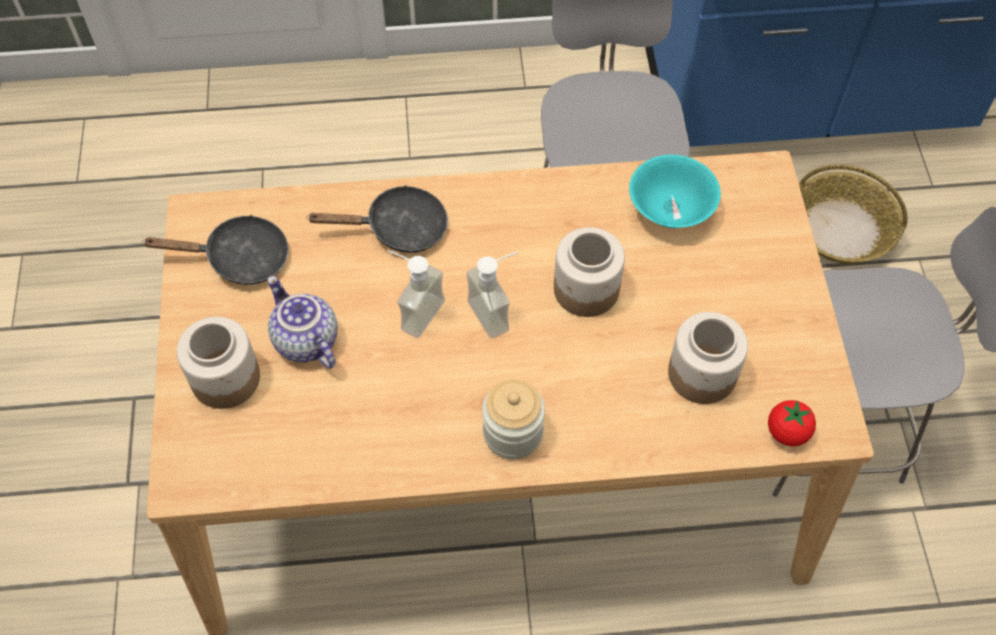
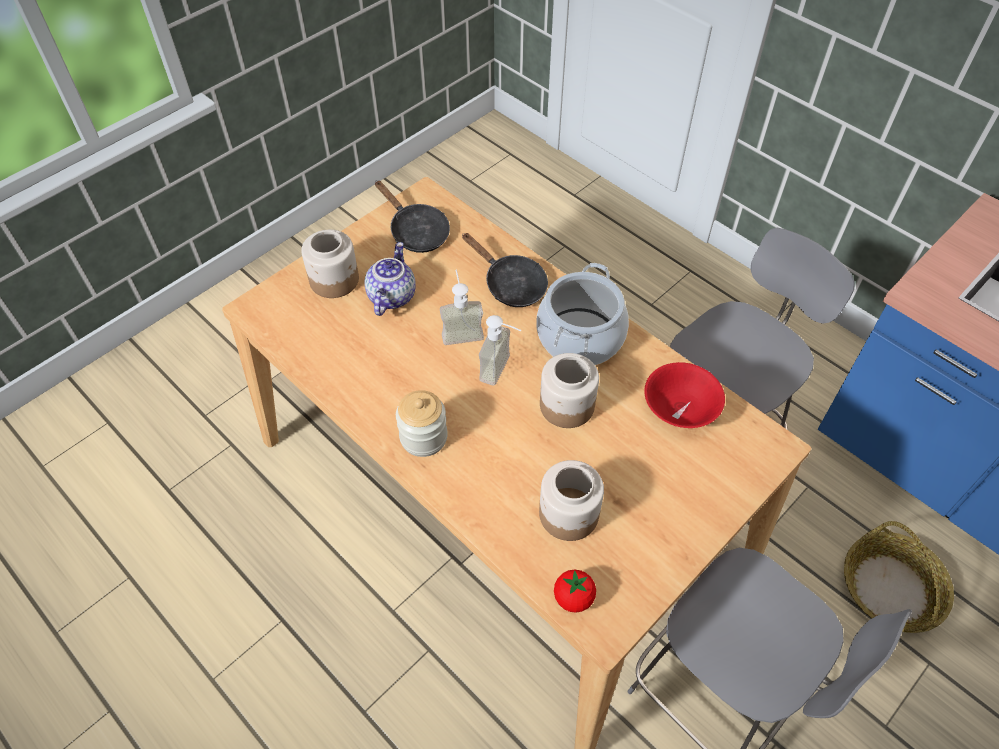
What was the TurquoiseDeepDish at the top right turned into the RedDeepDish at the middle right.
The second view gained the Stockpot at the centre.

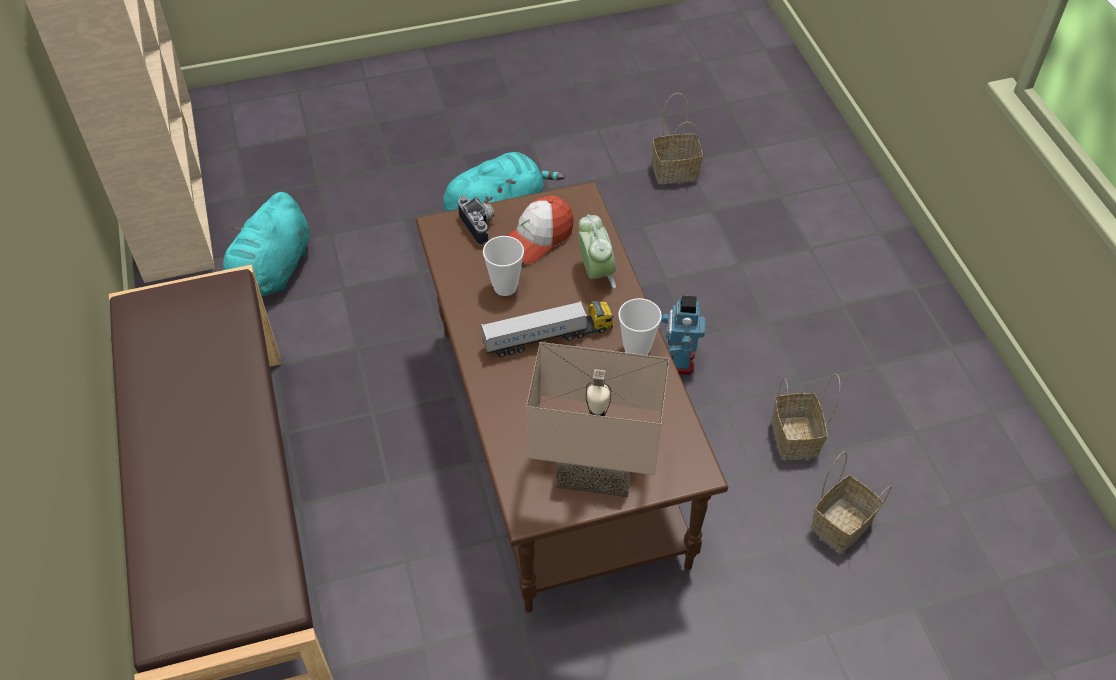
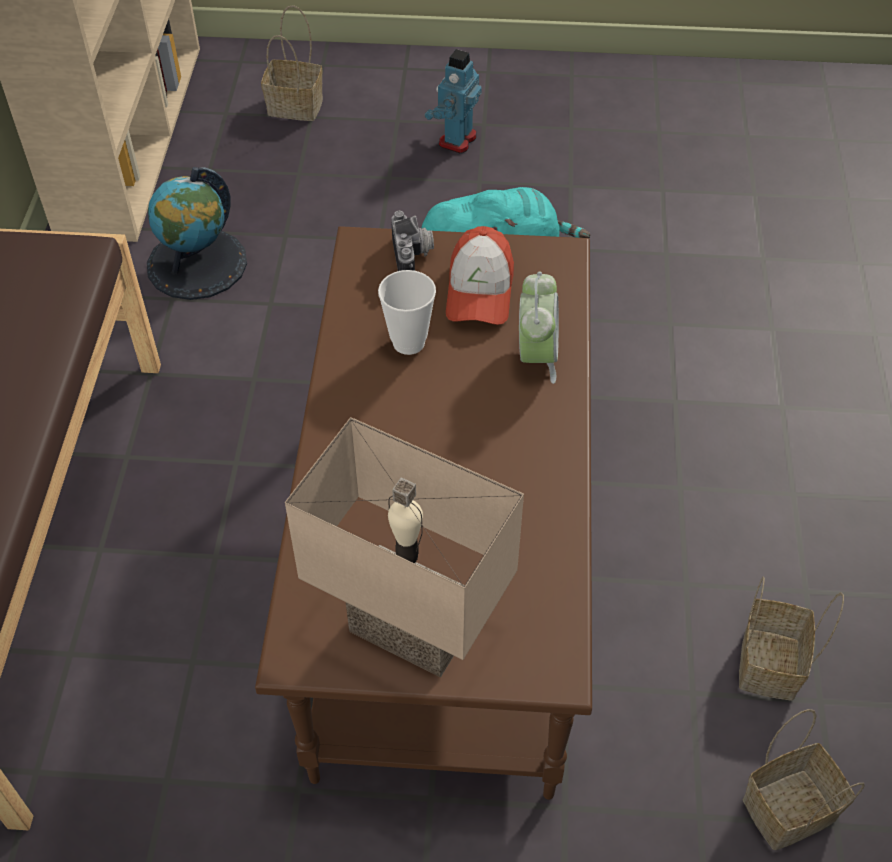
The Basket (no. 1 from left) ended up elsewhere, having gone from the top centre to the top left.
Where the TurquoiseSoftToy (no. 1 from left) stood at the middle left, the WorldGlobe came to stand at the top left.
The Cap at the centre ended up facing another way, 60 degrees counterclockwise from before.
The ToyRobot ended up elsewhere, having gone from the centre to the top centre.
The second view lost the DrinkingCup (no. 2 from left) at the centre.
The second view lost the ToyTruck at the centre.

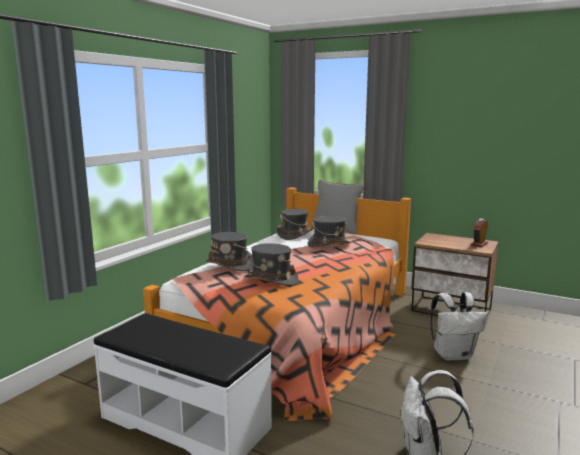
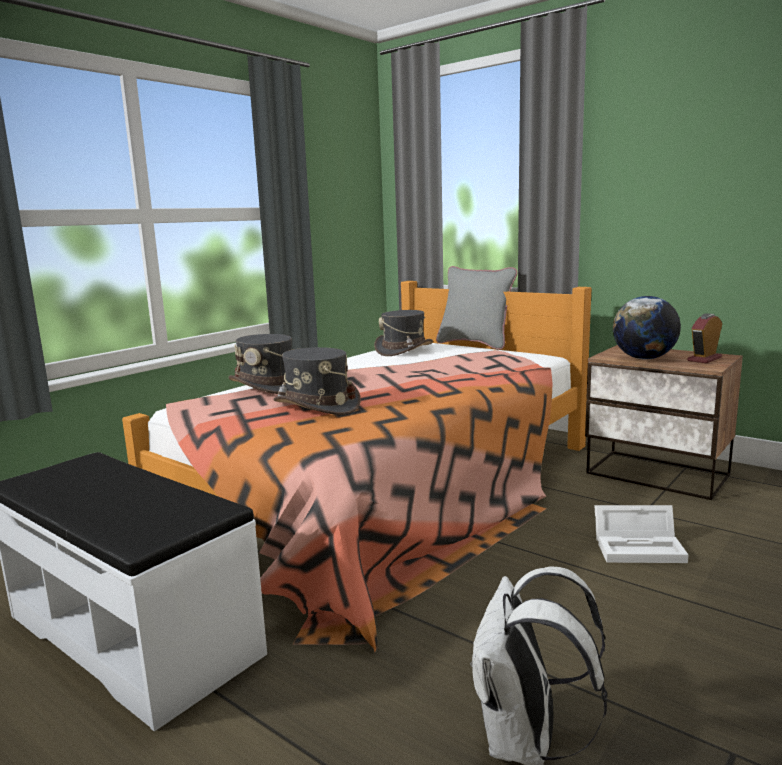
The second view lost the GrayWearableHat (no. 4 from left) at the centre.
Where the WhiteKnapsack (no. 2 from left) stood at the bottom right, the WhiteStorageBox came to stand at the bottom right.
The second view gained the WorldGlobe at the middle right.

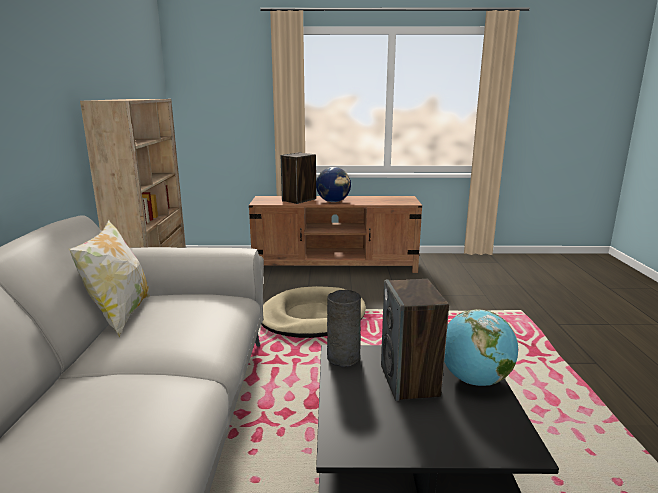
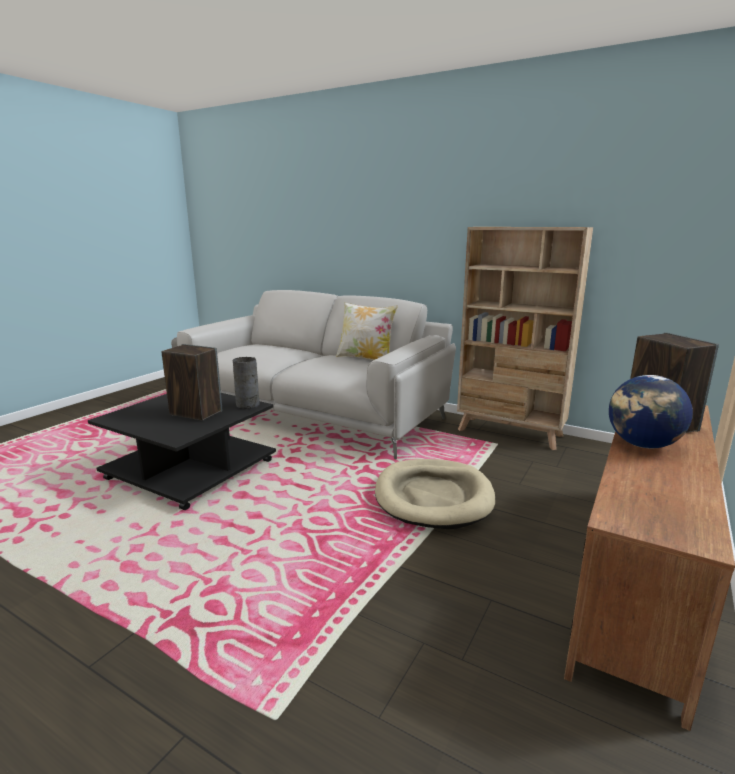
The second view lost the WorldGlobe (no. 2 from left) at the bottom right.

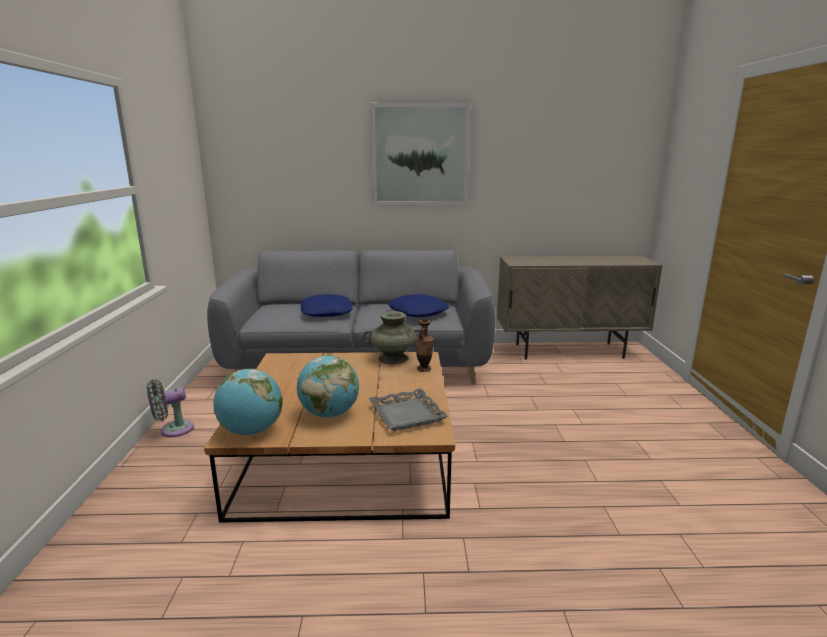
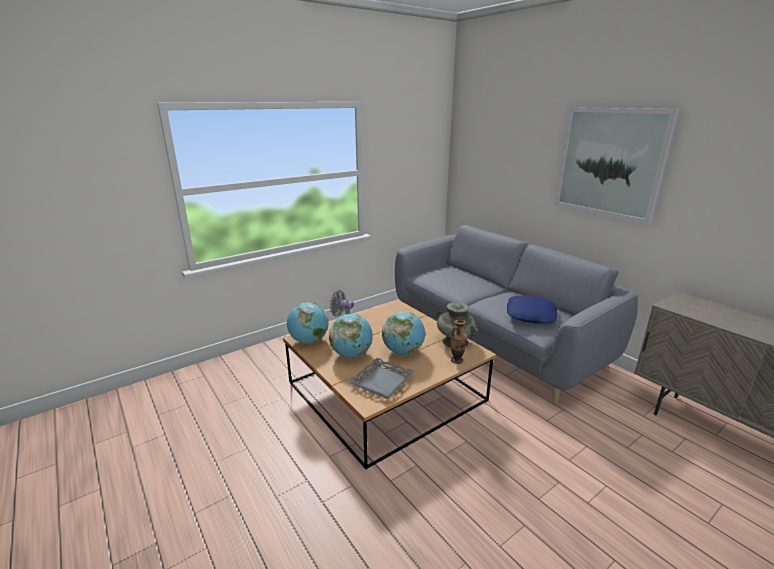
The second view lost the BlueThrowPillow (no. 1 from left) at the centre.
The second view gained the WorldGlobe (no. 3 from left) at the centre.

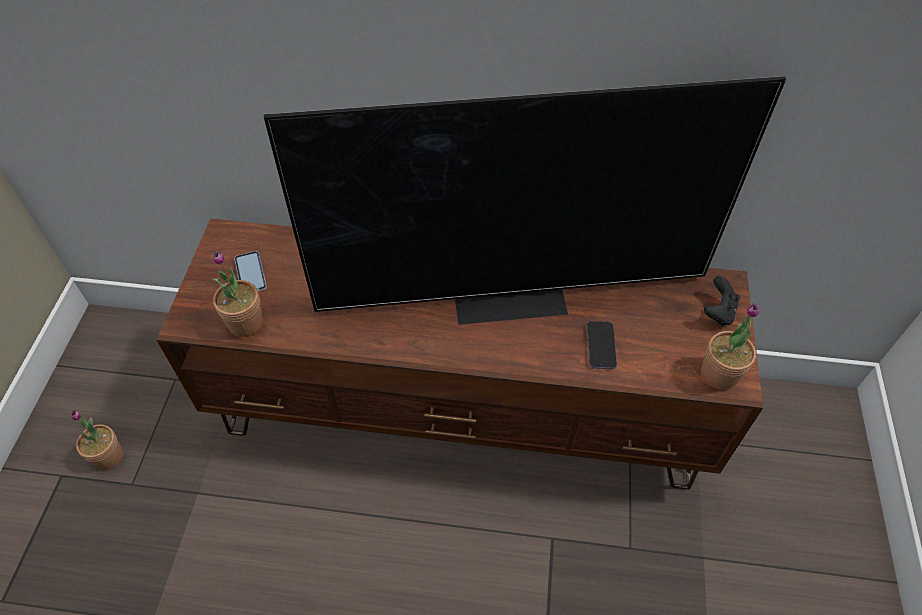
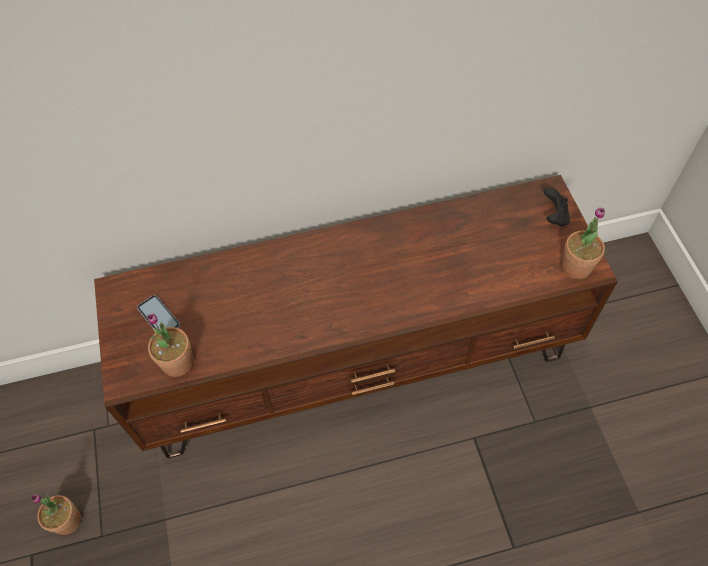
The second view lost the Television at the top centre.
The second view lost the Phone (no. 2 from left) at the centre.

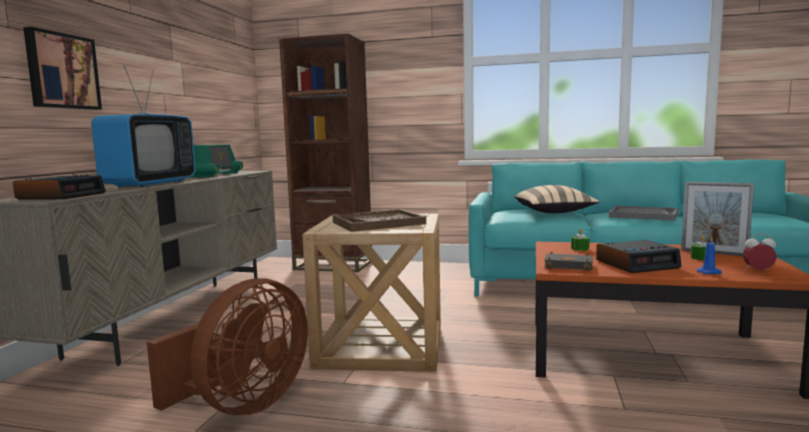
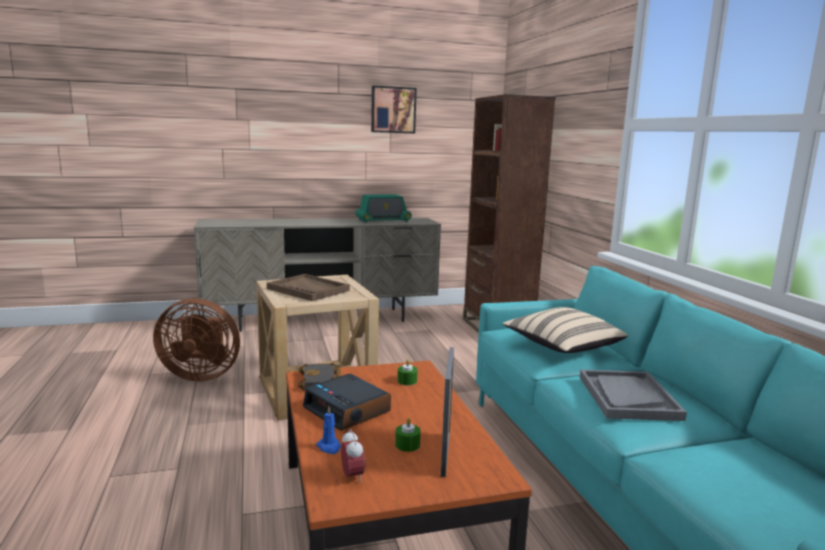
The Picture ended up elsewhere, having gone from the top left to the top centre.
The second view lost the Television at the top left.
The second view lost the AlarmClock (no. 1 from left) at the middle left.

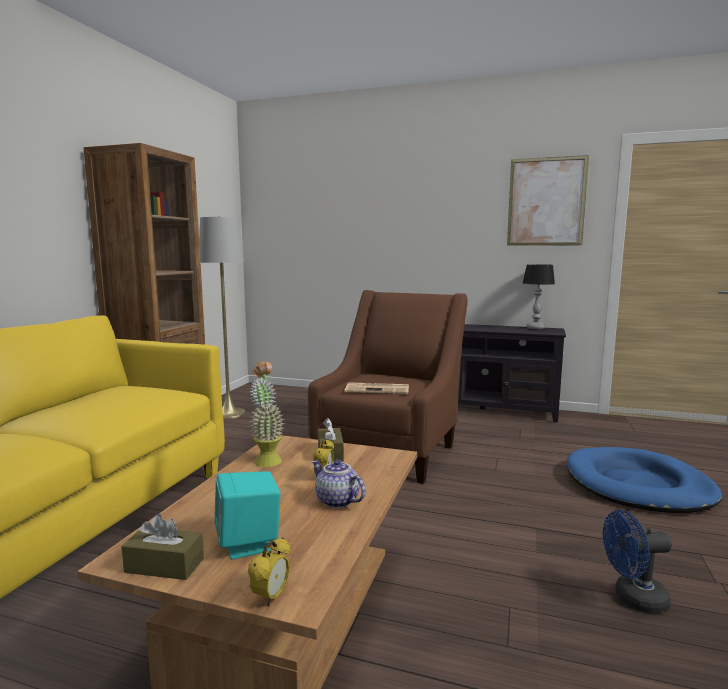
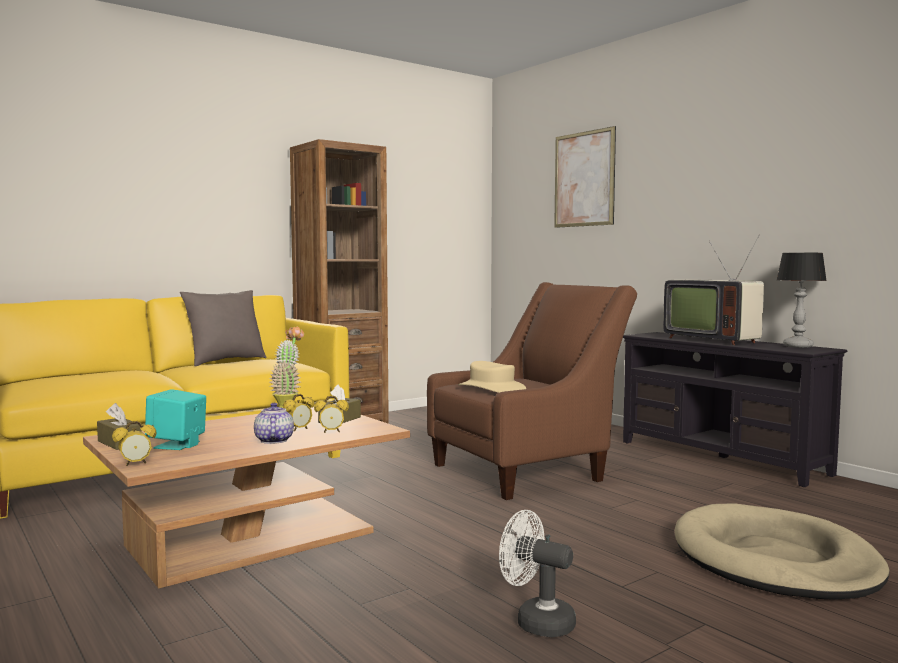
The Picture ended up elsewhere, having gone from the top right to the top centre.
The second view lost the GrayStandardLamp at the middle left.
Where the PrintedPaper stood at the centre, the BeigeWearableHat came to stand at the centre.
What was the BlueDogCushion at the bottom right turned into the BeigeDogCushion at the bottom right.
What was the BlueFan at the bottom right turned into the WhiteFan at the bottom centre.
The second view gained the Television at the middle right.
The second view gained the GrayThrowPillow at the middle left.
The second view gained the AlarmClock (no. 3 from left) at the centre.

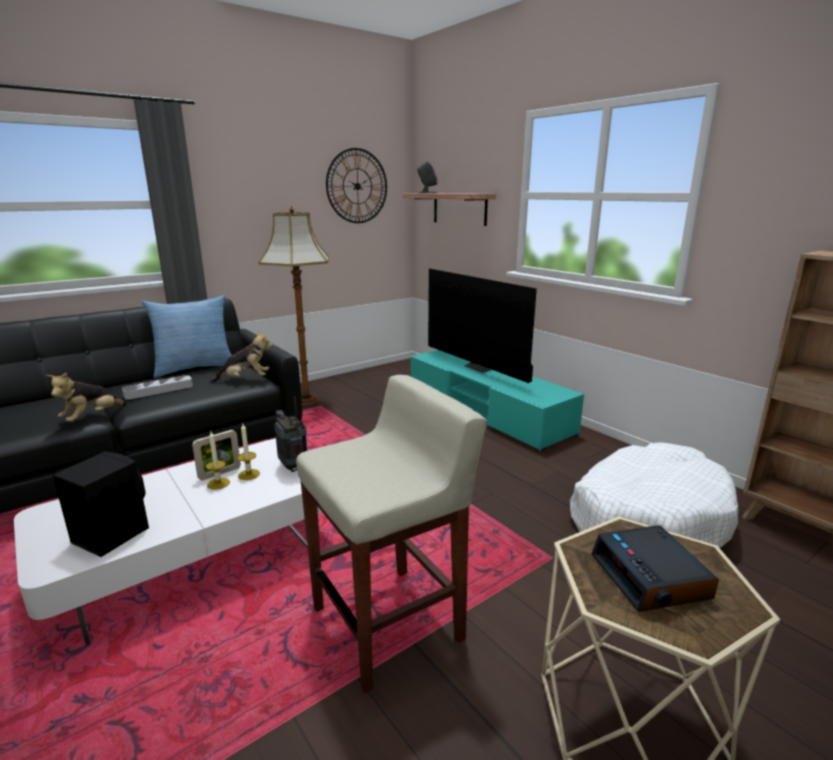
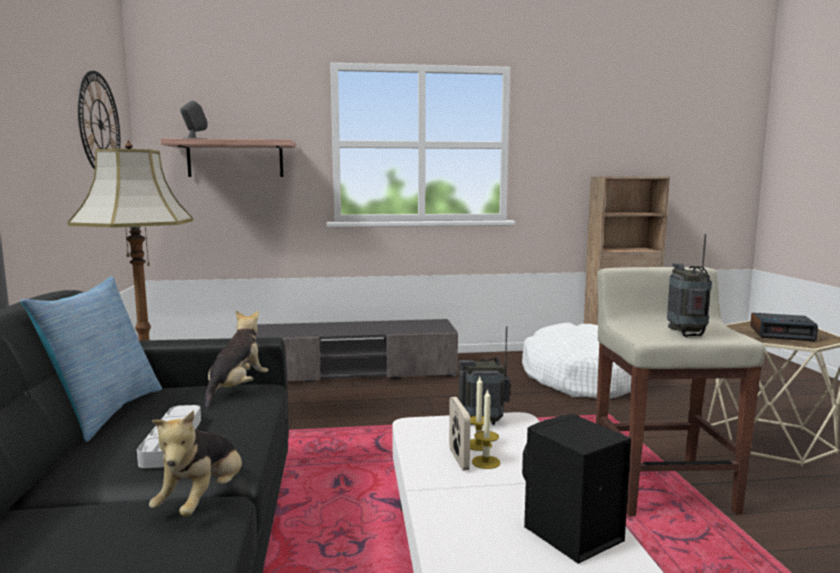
The second view lost the Television at the centre.
What was the TurquoiseMediaConsole at the centre turned into the GrayMediaConsole at the centre.
The SoftToy (no. 1 from left) at the middle left ended up facing another way, 45 degrees clockwise from before.
The second view gained the RadioReceiver (no. 2 from left) at the middle right.

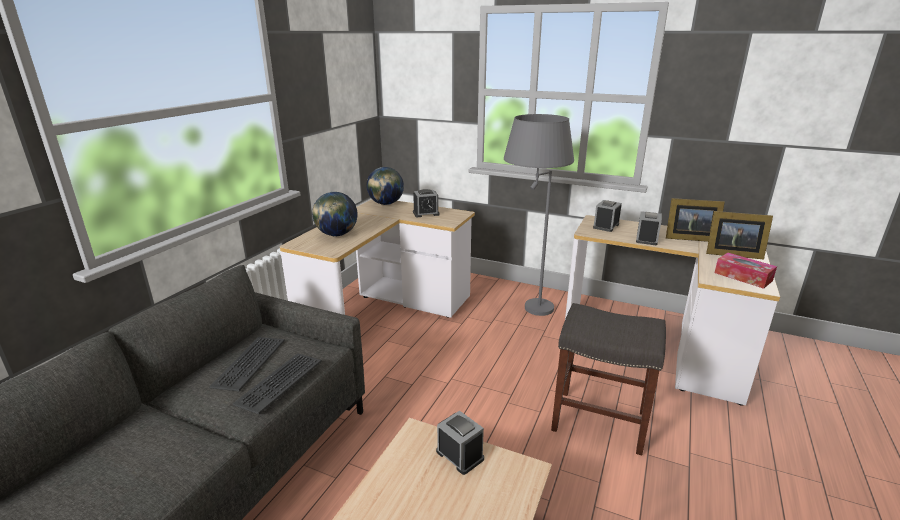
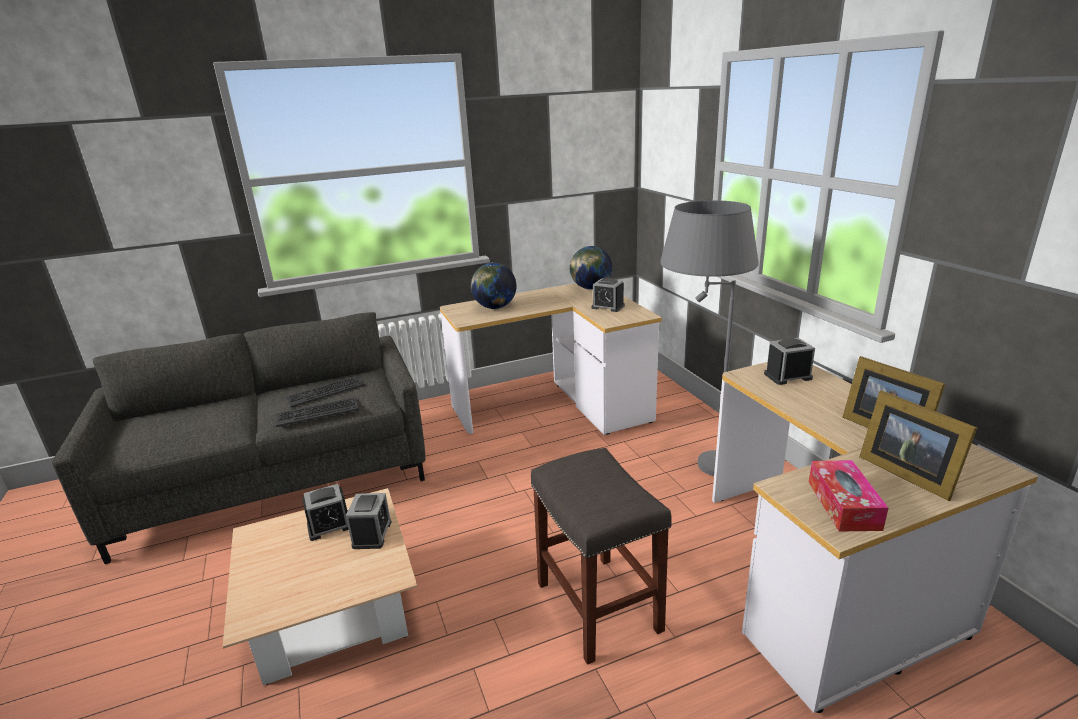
The AlarmClock (no. 4 from left in the first image) ended up elsewhere, having gone from the middle right to the bottom left.

